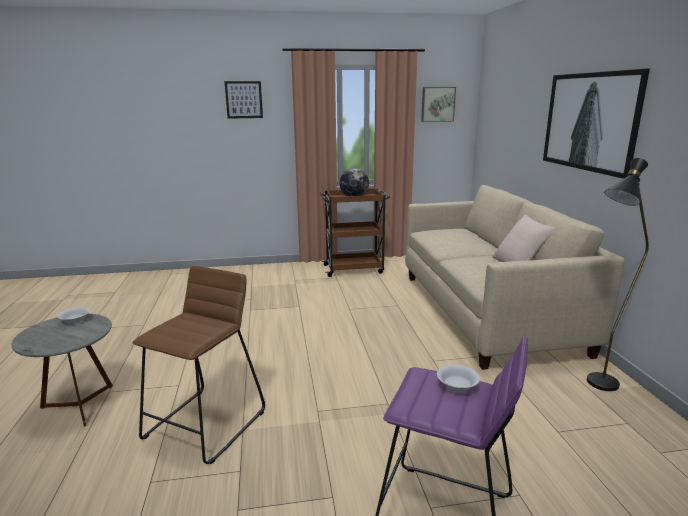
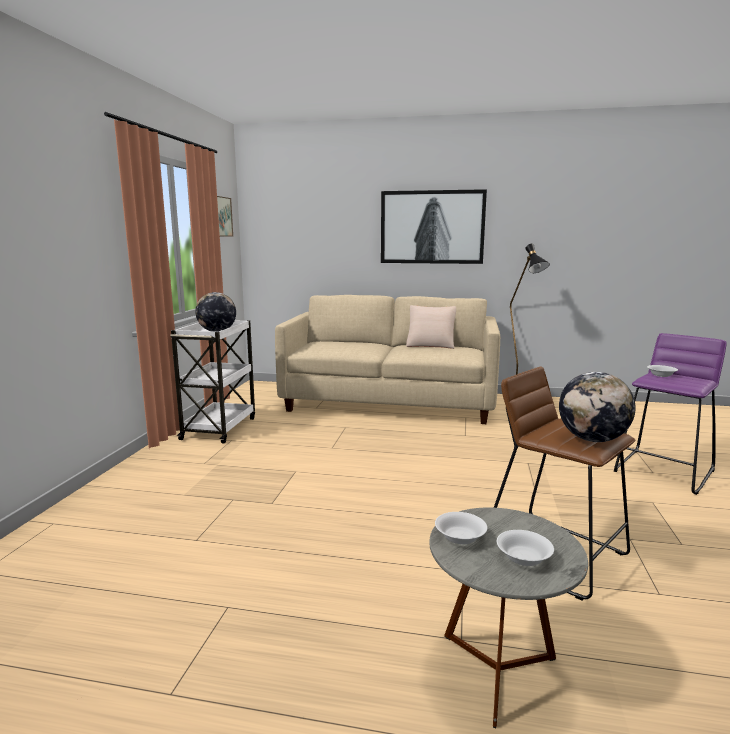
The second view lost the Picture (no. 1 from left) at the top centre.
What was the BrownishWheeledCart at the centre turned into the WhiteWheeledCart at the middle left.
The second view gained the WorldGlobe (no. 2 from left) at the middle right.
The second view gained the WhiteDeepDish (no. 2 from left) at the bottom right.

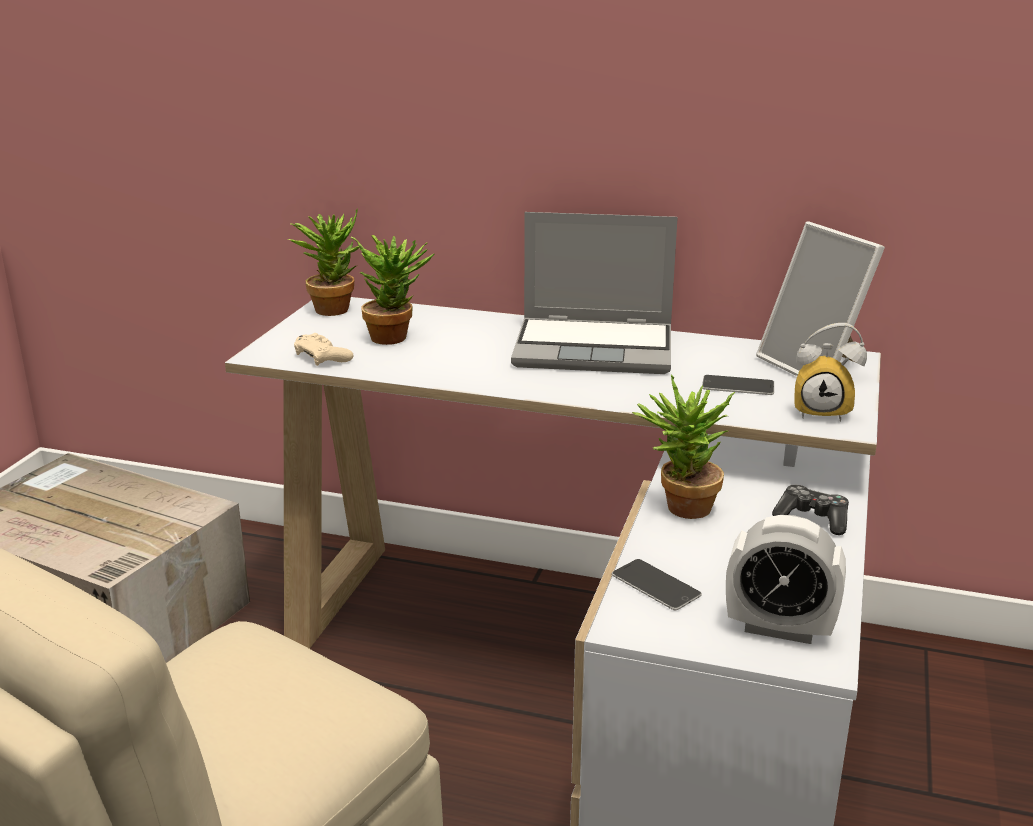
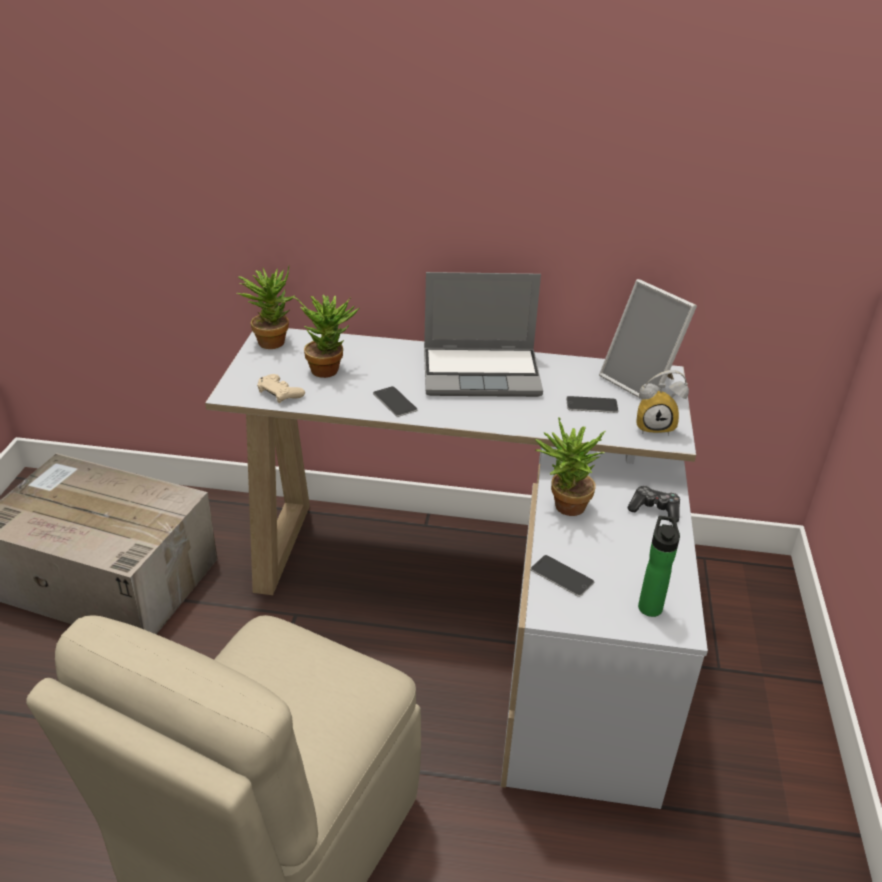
Where the AlarmClock (no. 1 from left) stood at the bottom right, the DrinkBottle came to stand at the middle right.
The second view gained the Phone (no. 1 from left) at the centre.

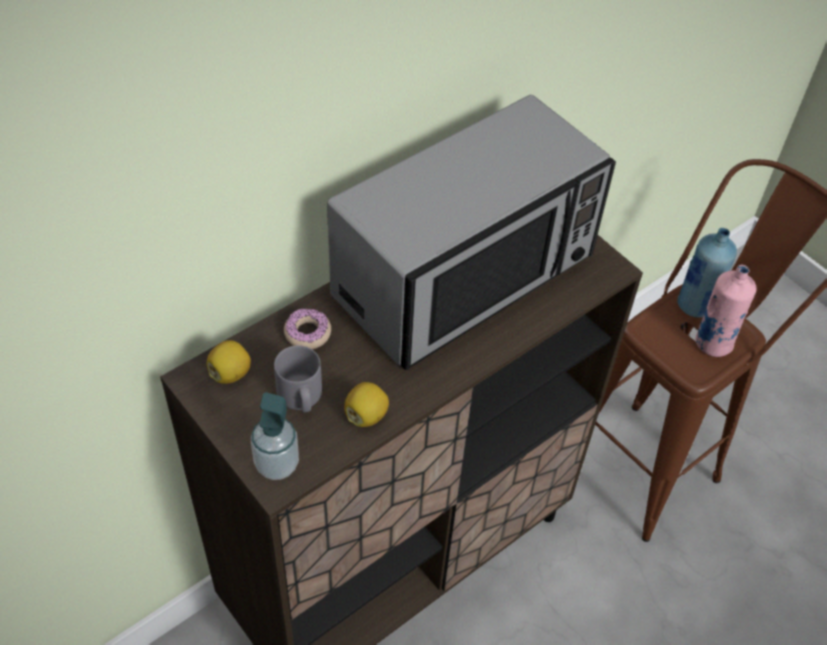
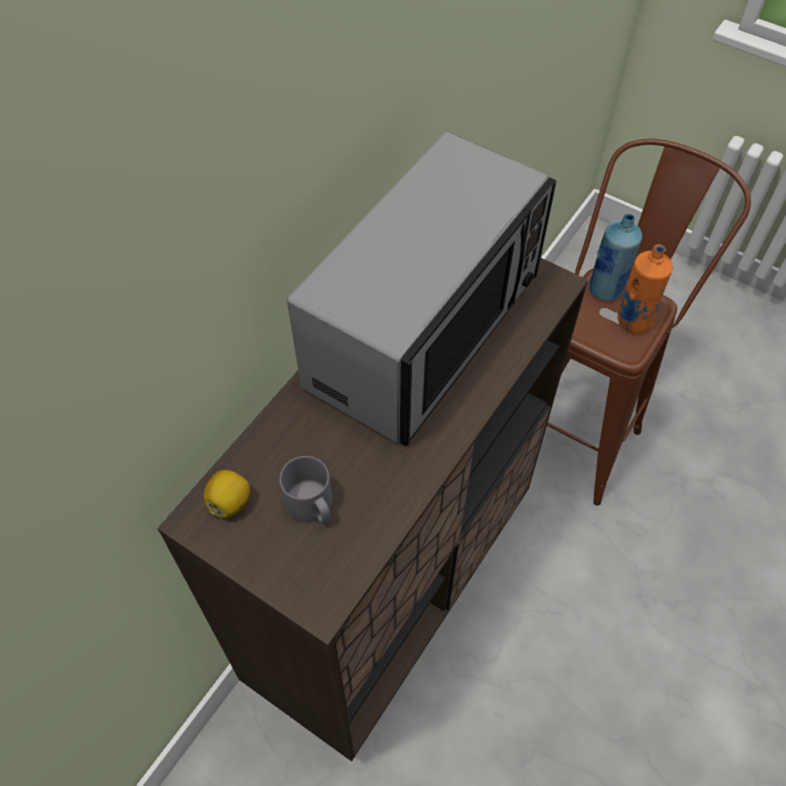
What was the PinkishDrinkBottle at the middle right turned into the OrangeColouredDrinkBottle at the middle right.
The second view lost the Doughnut at the centre.
The second view lost the Lemon (no. 2 from left) at the centre.
The second view lost the LiquidSoapBottle at the bottom left.

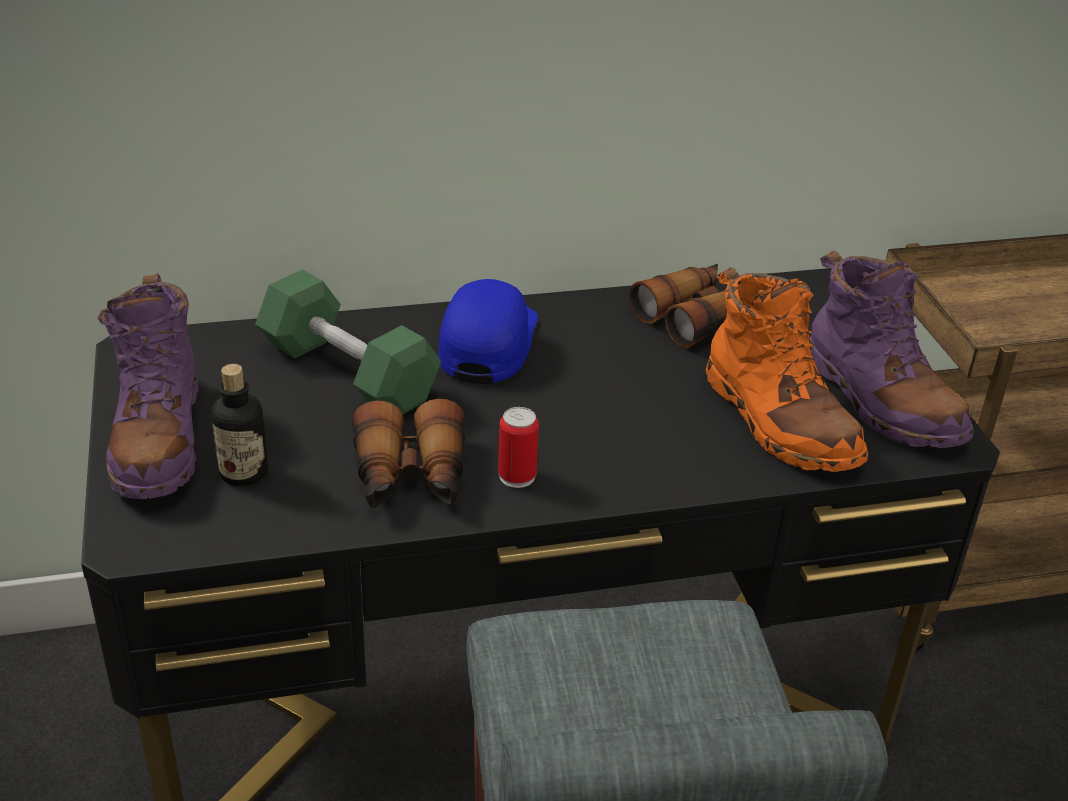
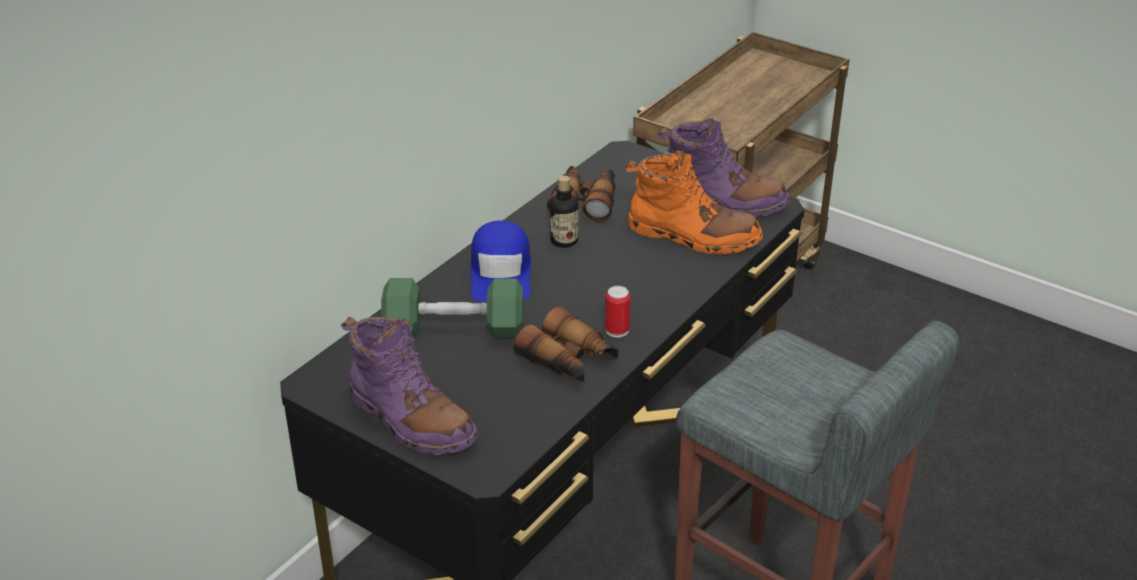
The BlueCap at the centre ended up facing another way, 150 degrees counterclockwise from before.
The DrinkBottle ended up elsewhere, having gone from the middle left to the centre.

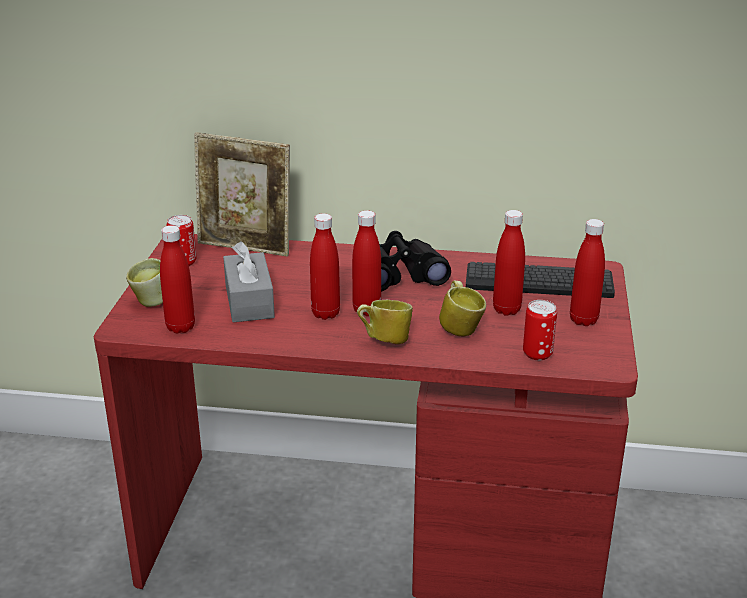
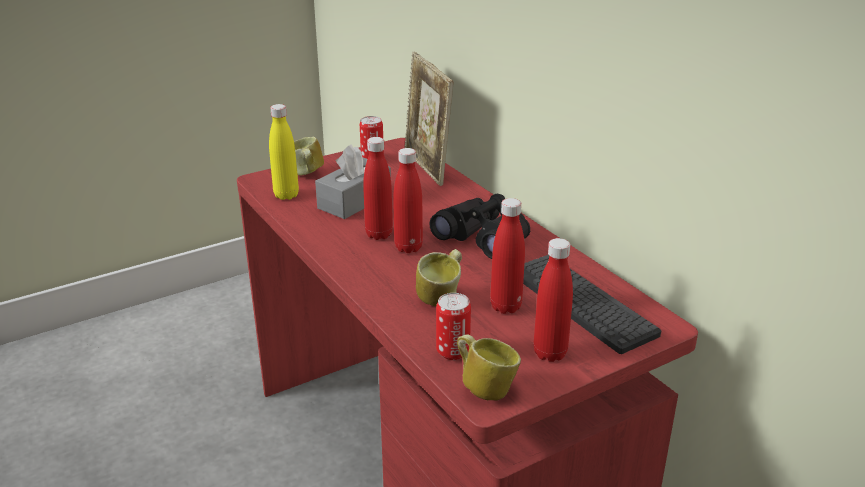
What was the RedDrinkBottle (no. 1 from left) at the middle left turned into the YellowColouredDrinkBottle at the top left.
The TeaMug (no. 2 from left in the first image) ended up elsewhere, having gone from the centre to the bottom centre.

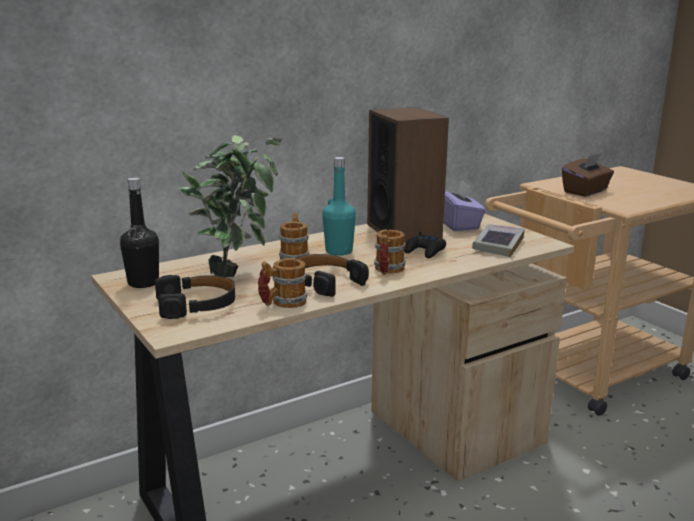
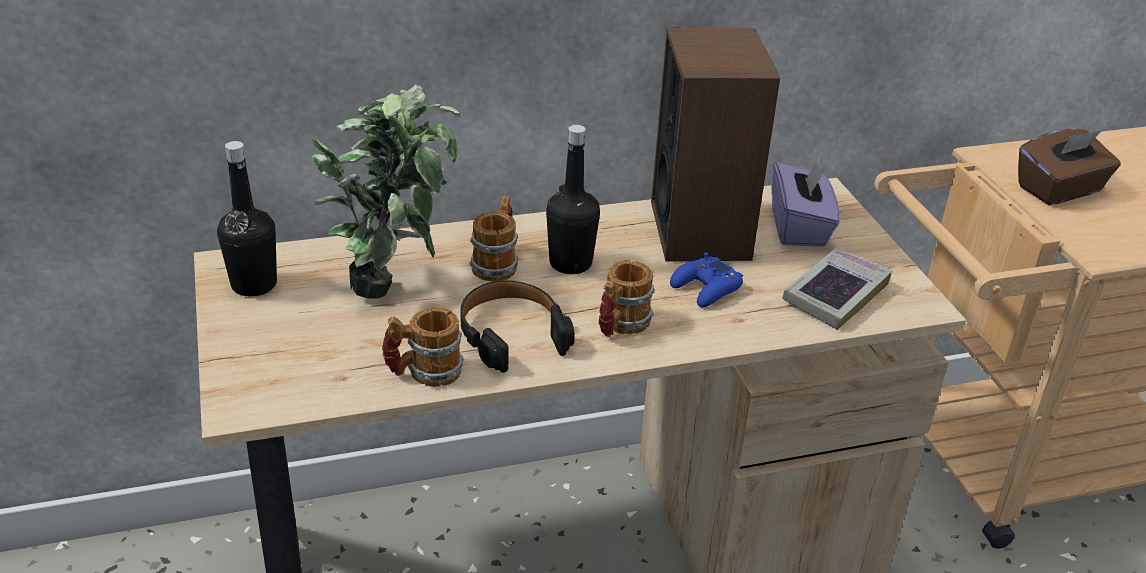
What was the TurquoiseDrinkBottle at the centre turned into the BlackishDrinkBottle (no. 2 from left) at the centre.
What was the BlackishGamepad at the centre turned into the BlueGamepad at the centre.
The second view lost the BlackishHeadset (no. 1 from left) at the middle left.

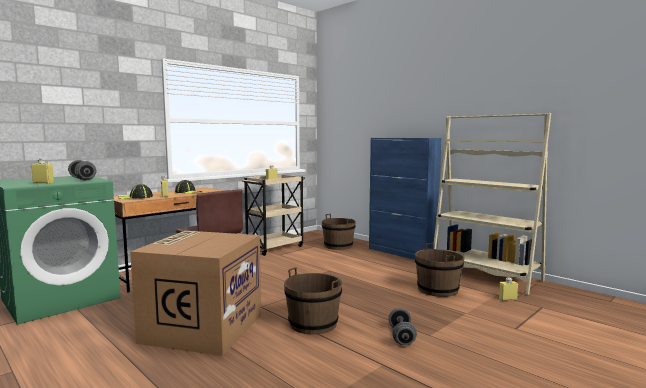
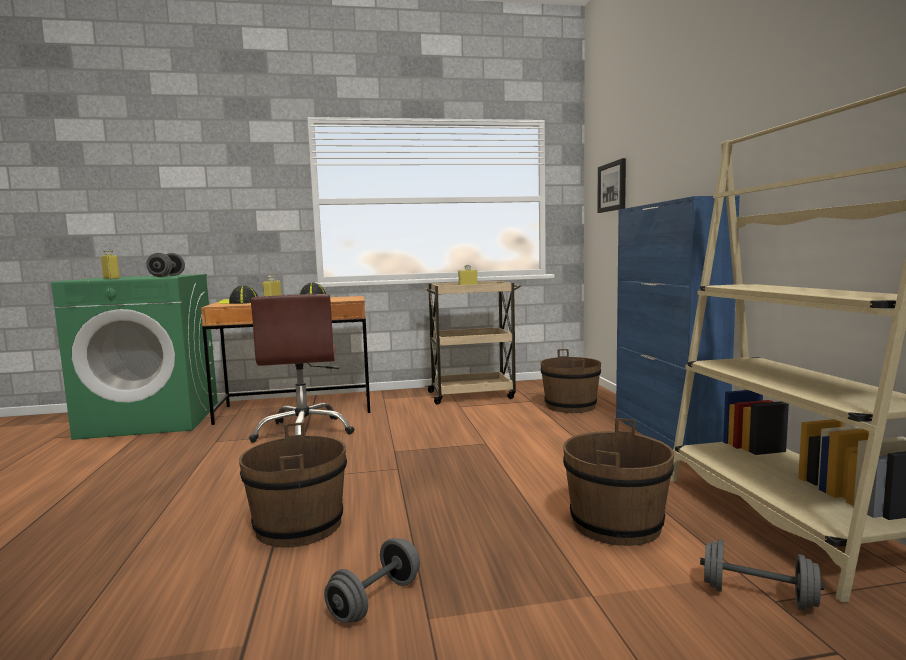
The second view lost the Carton at the bottom left.
Where the YellowColouredDrinkBottle (no. 4 from left) stood at the bottom right, the GrayDumbbell (no. 3 from left) came to stand at the bottom right.
The second view gained the Picture at the top right.

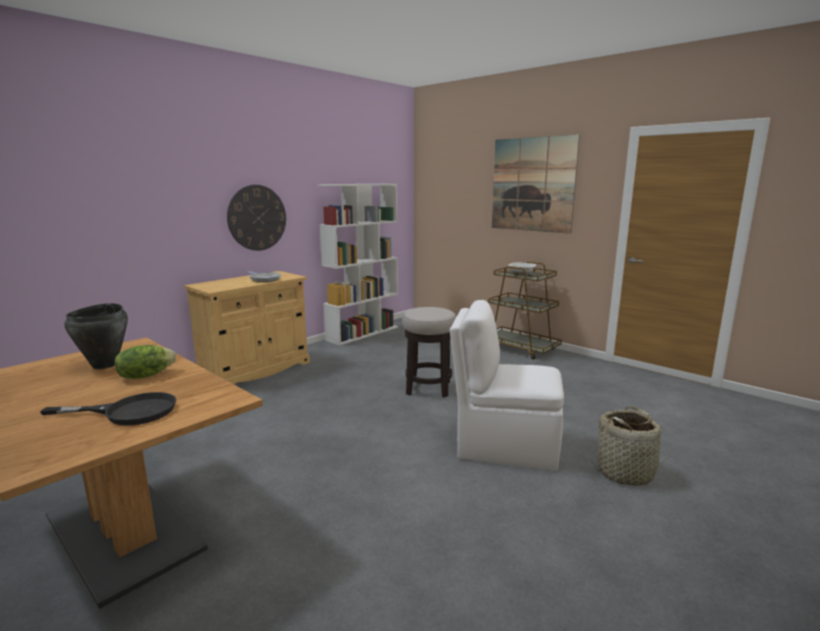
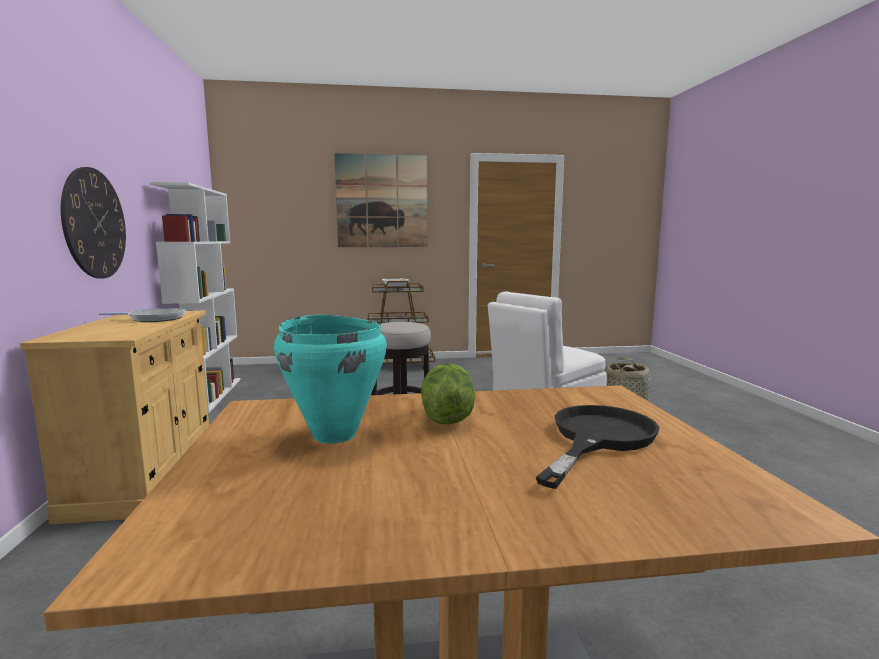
What was the BlackishStockpot at the middle left turned into the TurquoiseStockpot at the centre.

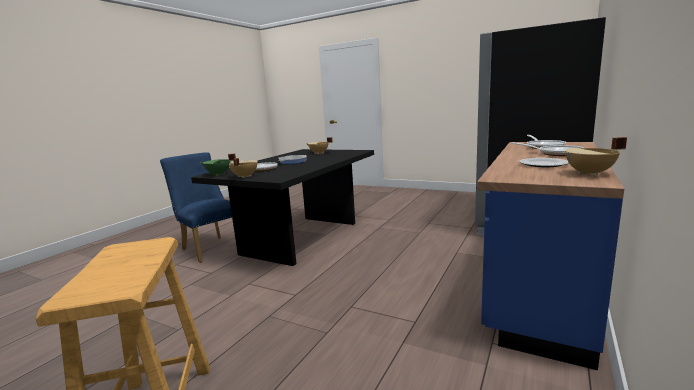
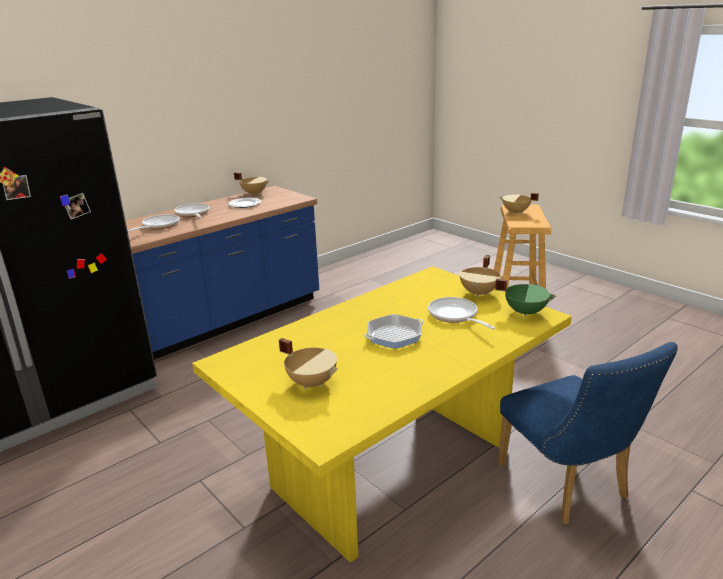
What was the BlackishKitchenTable at the centre turned into the YellowColouredKitchenTable at the bottom centre.
The second view gained the BeigeStockpot (no. 4 from left) at the middle right.

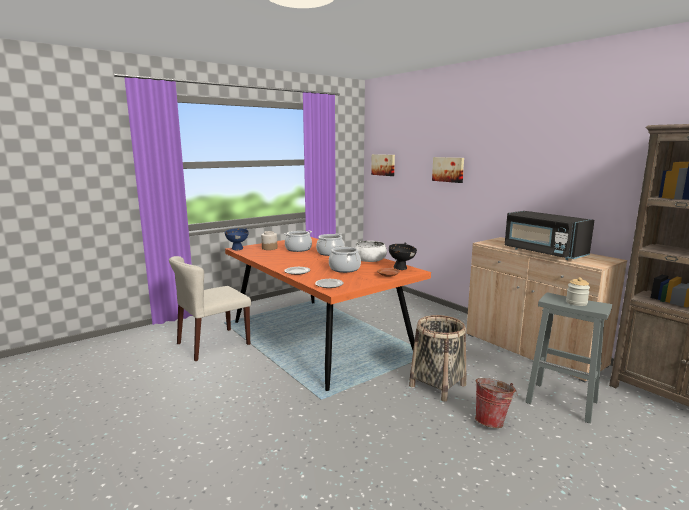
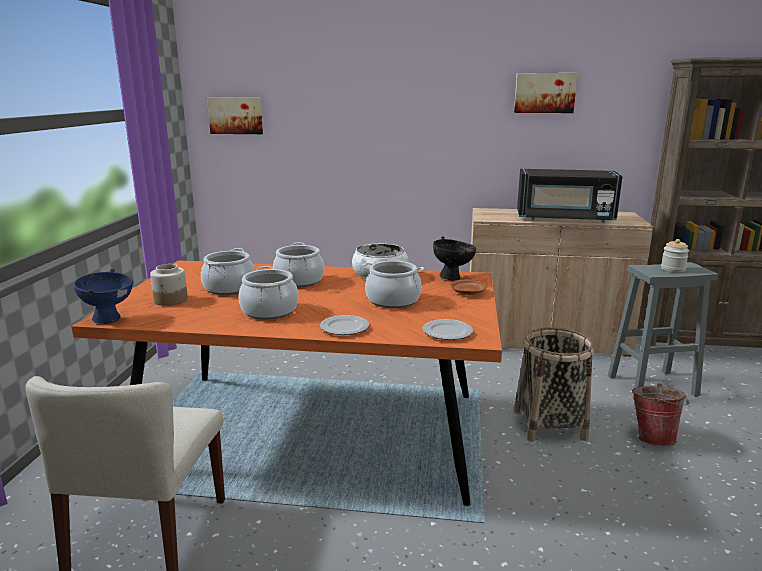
The Picture (no. 2 from left) ended up elsewhere, having gone from the centre to the top right.
The second view gained the Stockpot (no. 2 from left) at the centre.

